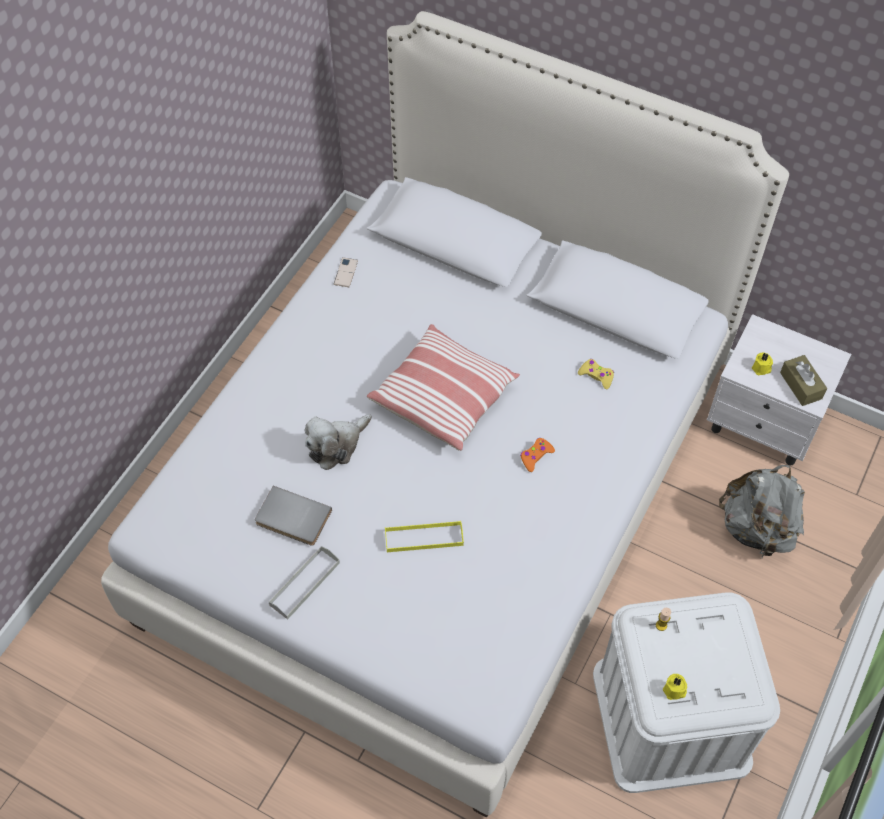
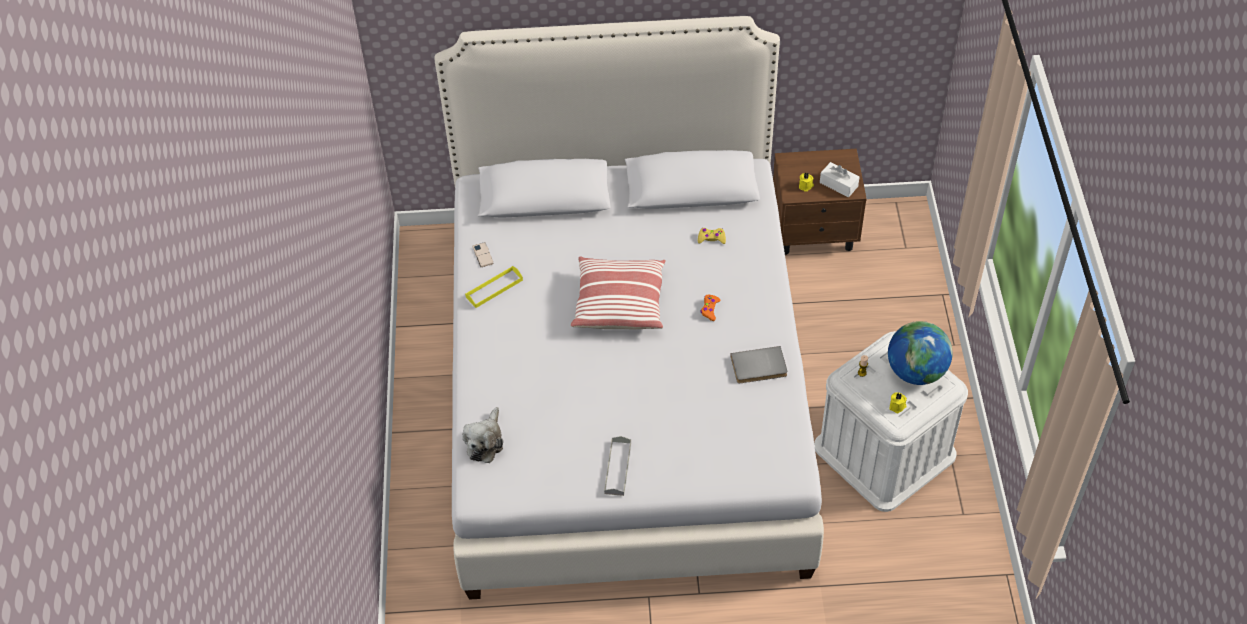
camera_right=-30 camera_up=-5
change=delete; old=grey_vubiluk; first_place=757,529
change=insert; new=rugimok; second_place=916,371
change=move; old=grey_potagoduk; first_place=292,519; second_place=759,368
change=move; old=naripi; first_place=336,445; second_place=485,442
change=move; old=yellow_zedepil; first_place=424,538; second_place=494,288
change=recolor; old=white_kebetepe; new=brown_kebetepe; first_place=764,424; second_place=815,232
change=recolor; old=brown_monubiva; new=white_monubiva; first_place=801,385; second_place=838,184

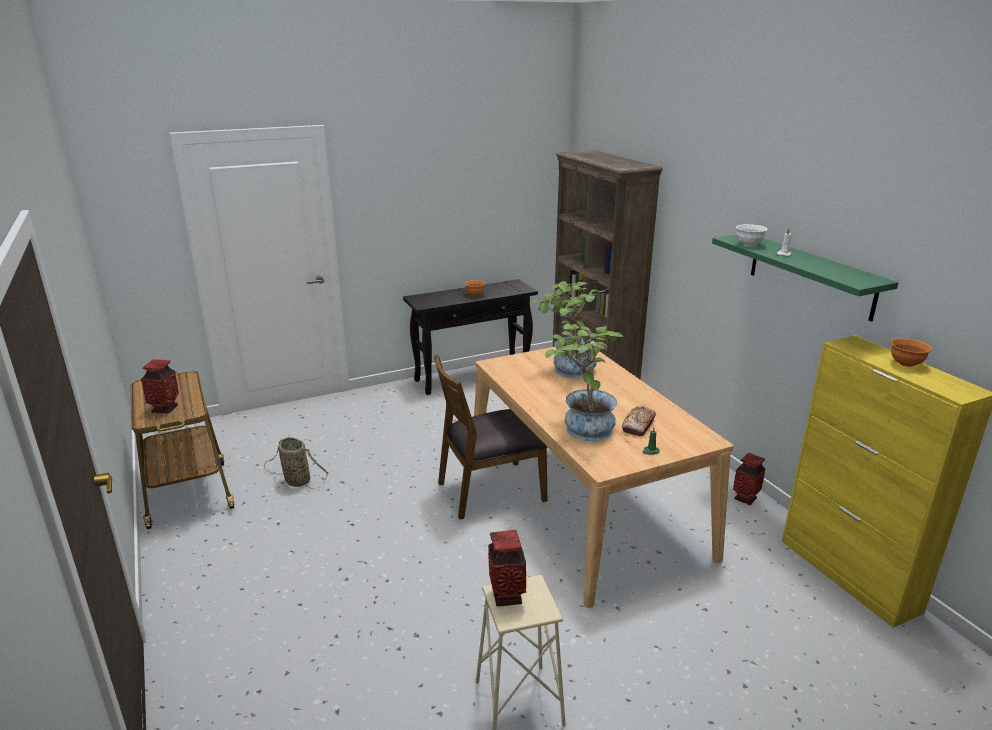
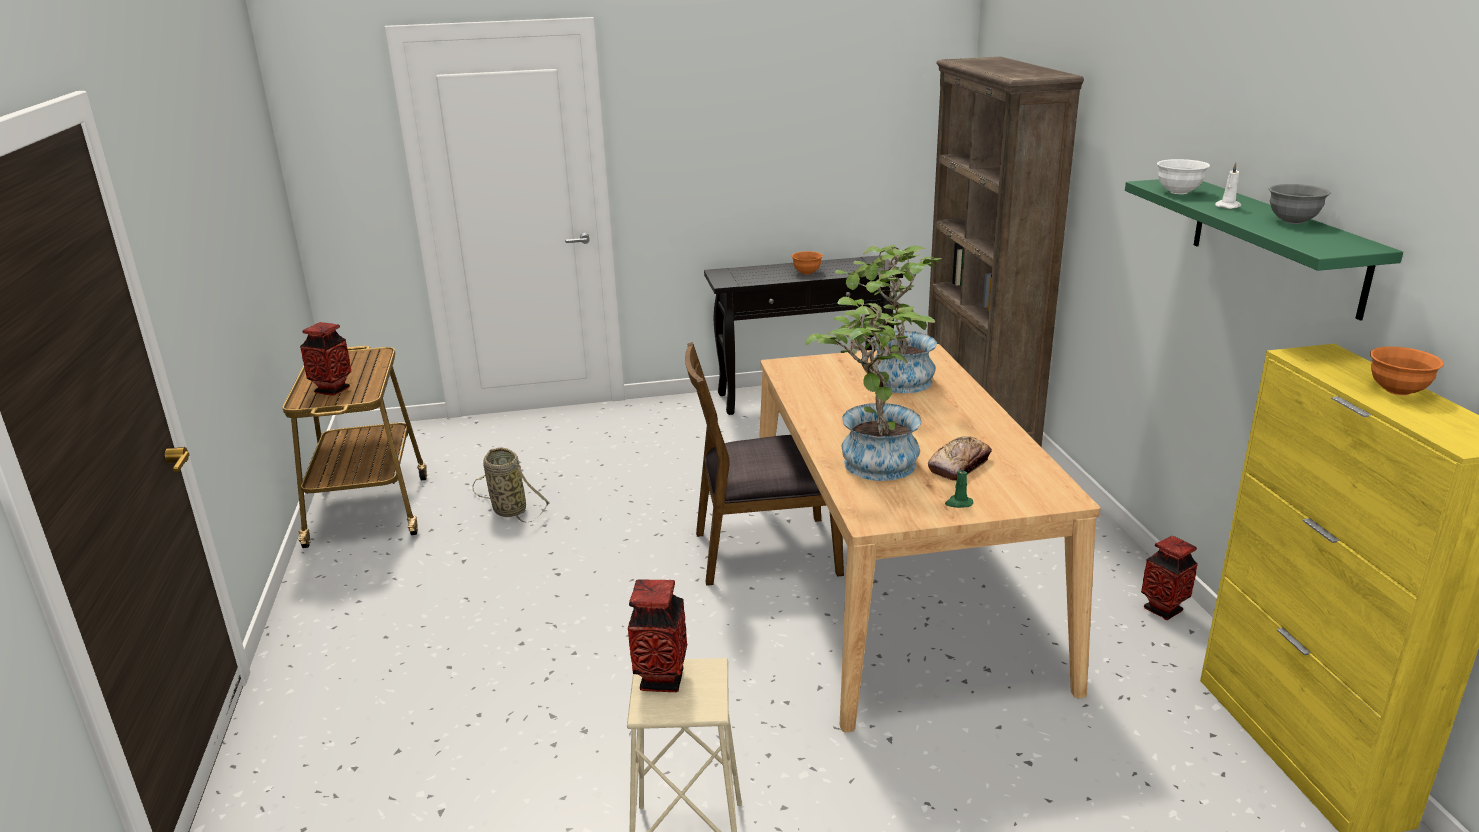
camera_right=15 camera_up=0
change=insert; new=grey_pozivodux; second_place=1293,221

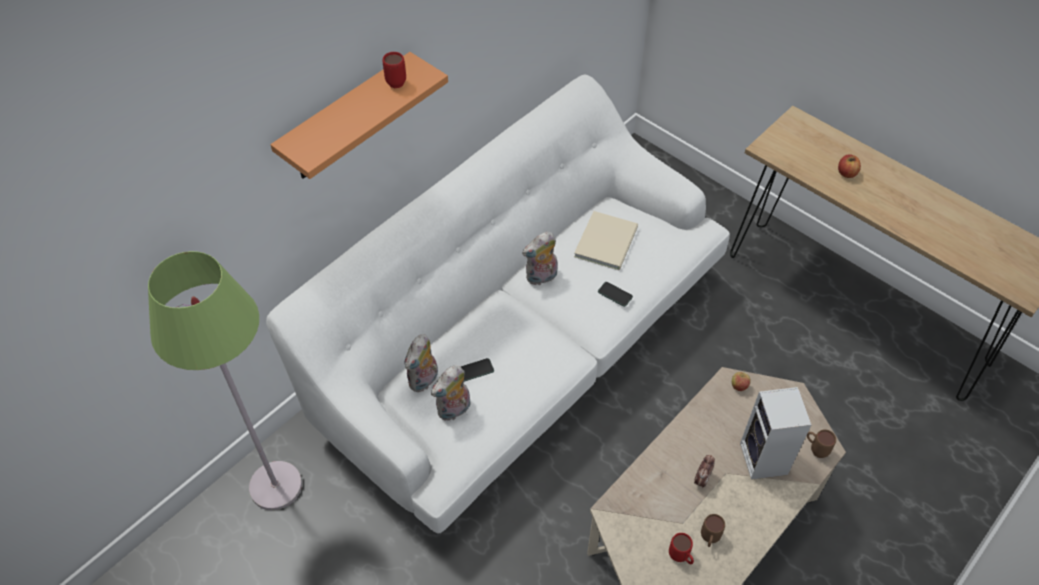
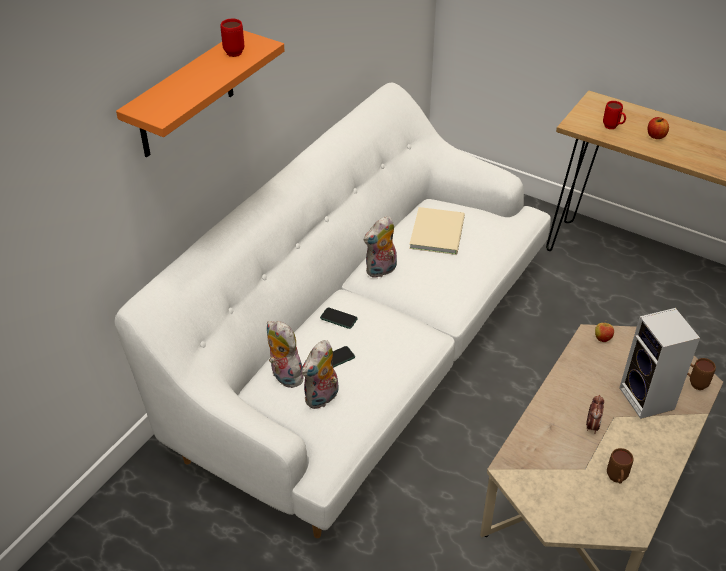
camera_right=-10 camera_up=-10
change=delete; old=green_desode; first_place=276,485
change=move; old=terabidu; first_place=615,294; second_place=338,318
change=move; old=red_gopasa; first_place=680,558; second_place=613,127
change=rotate; old=naripi; first_place=424,381; second_place=284,376; degrees=120

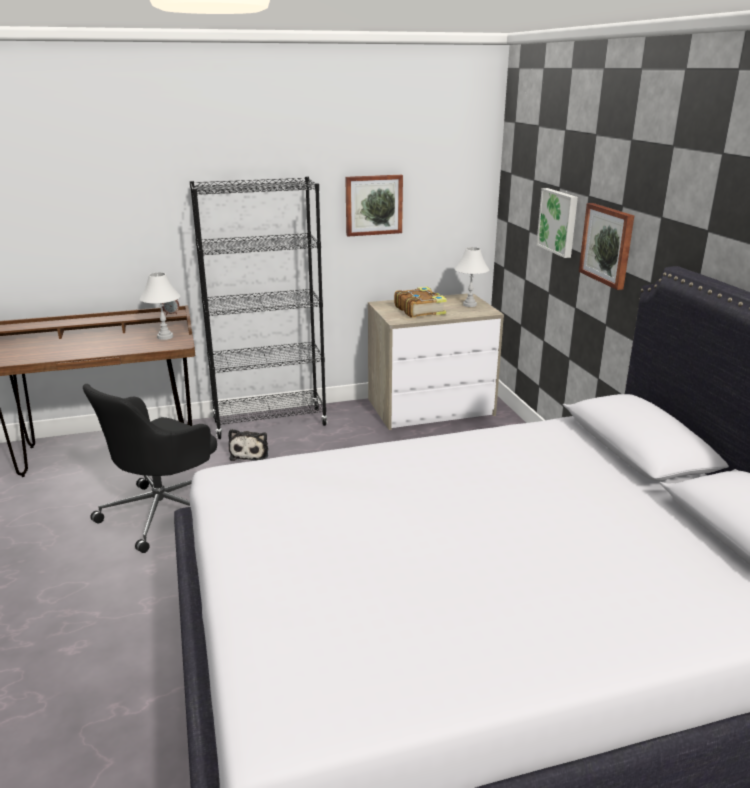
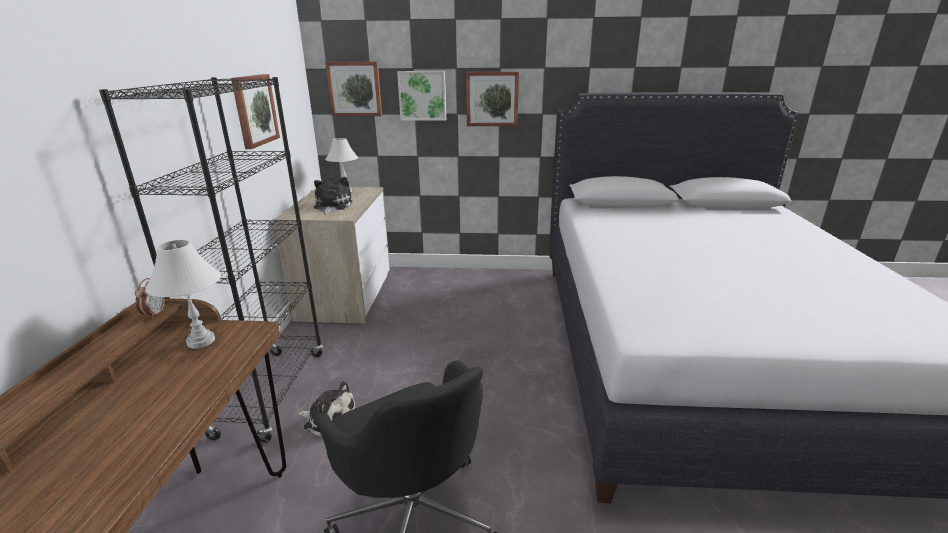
camera_right=-70 camera_up=0
change=insert; new=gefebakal; second_place=355,89
change=replace; old=potagoduk; new=naripi; first_place=420,310; second_place=332,206

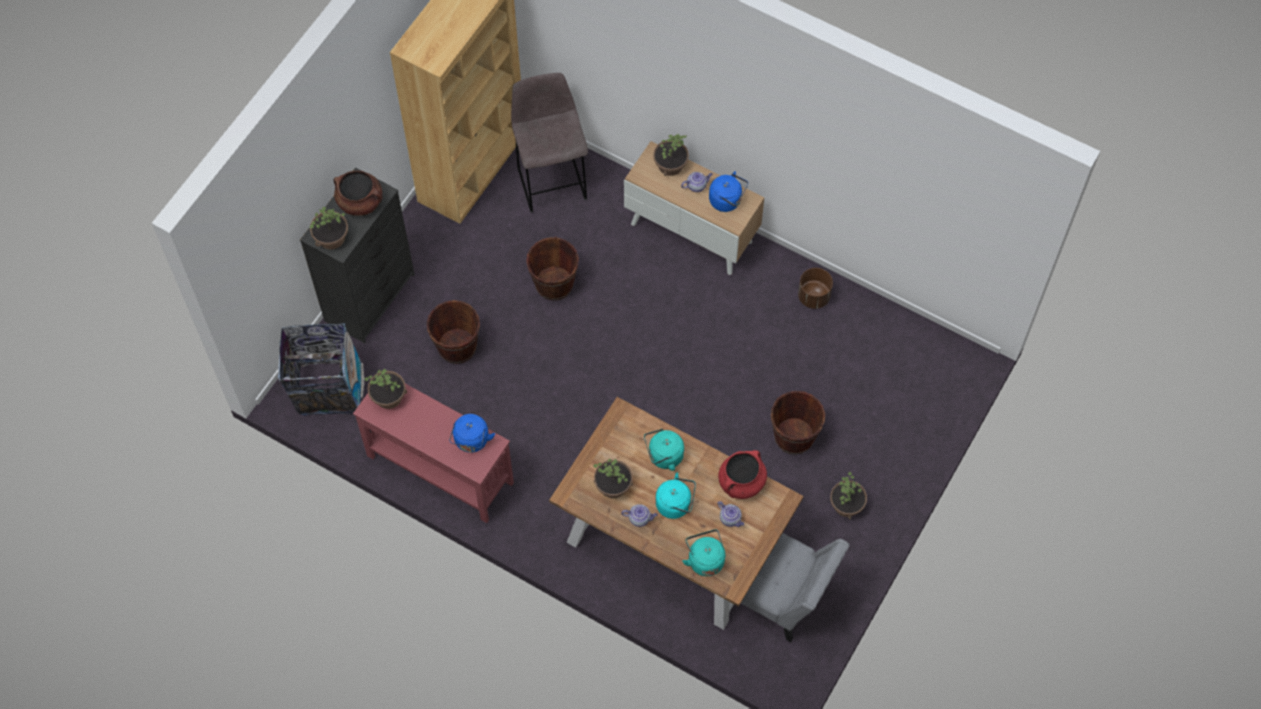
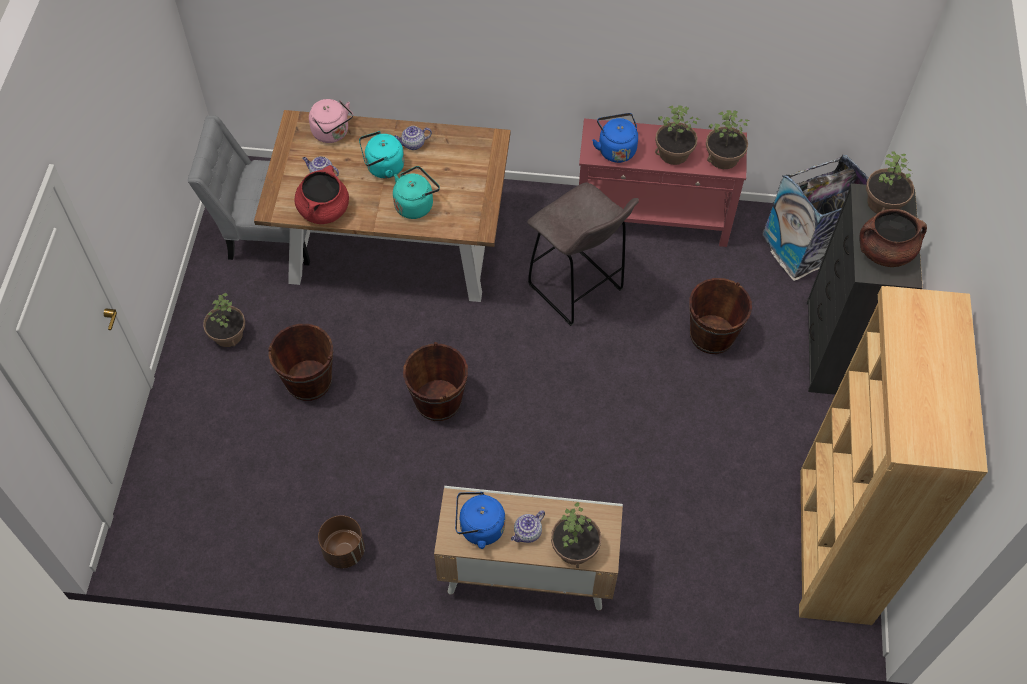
camera_right=155 camera_up=-5
change=move; old=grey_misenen; first_place=551,181; second_place=577,289
change=move; old=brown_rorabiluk; first_place=554,284; second_place=438,401
change=move; old=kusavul; first_place=613,485; second_place=673,153
change=recolor; old=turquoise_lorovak; new=pink_lorovak; first_place=705,559; second_place=332,133

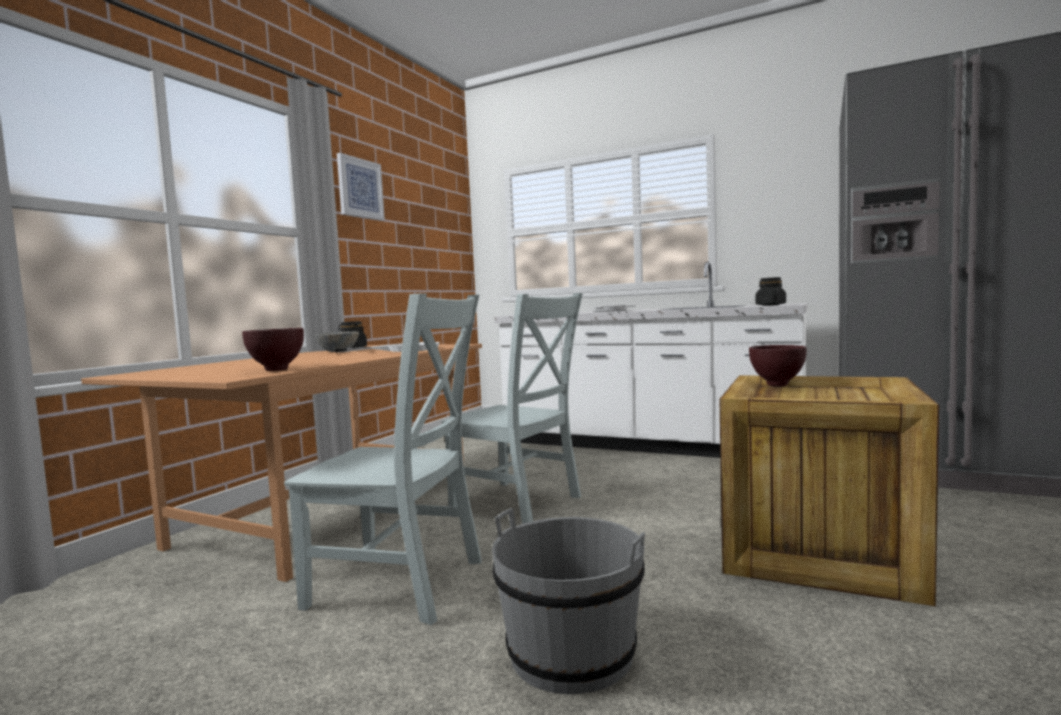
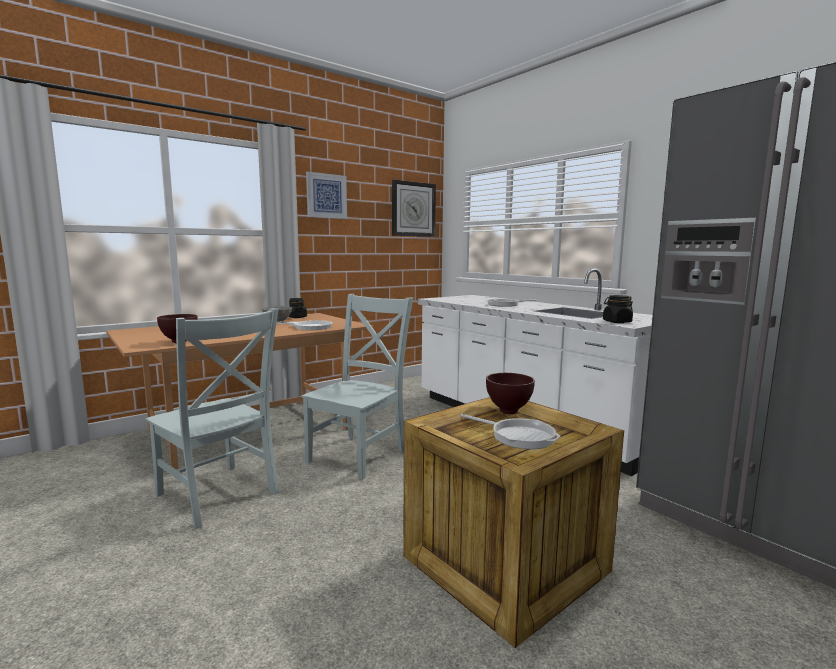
camera_right=25 camera_up=5
change=delete; old=grey_rorabiluk; first_place=571,654
change=insert; new=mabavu; second_place=413,209
change=insert; new=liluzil; second_place=518,436
change=rotate; old=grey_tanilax; first_place=520,504; second_place=360,454; degrees=-120

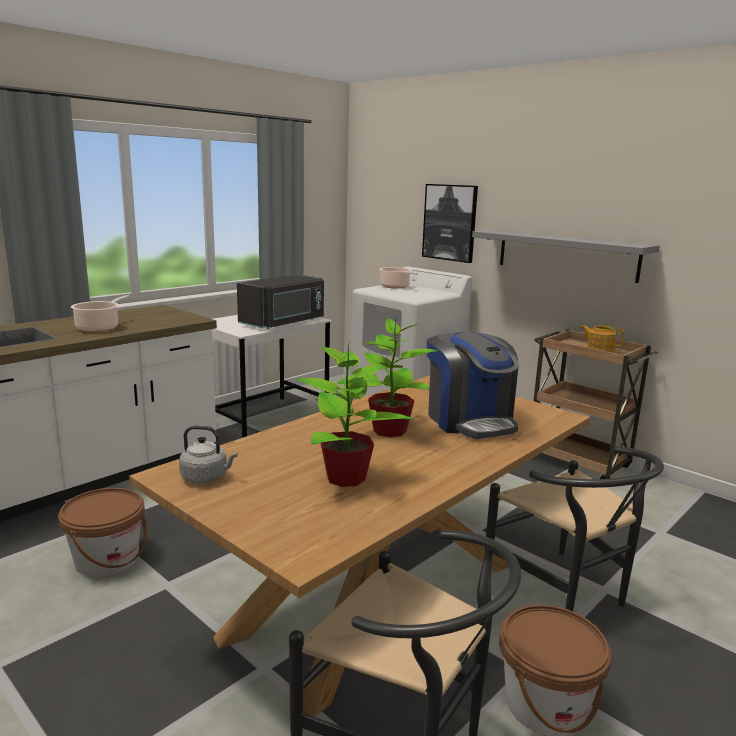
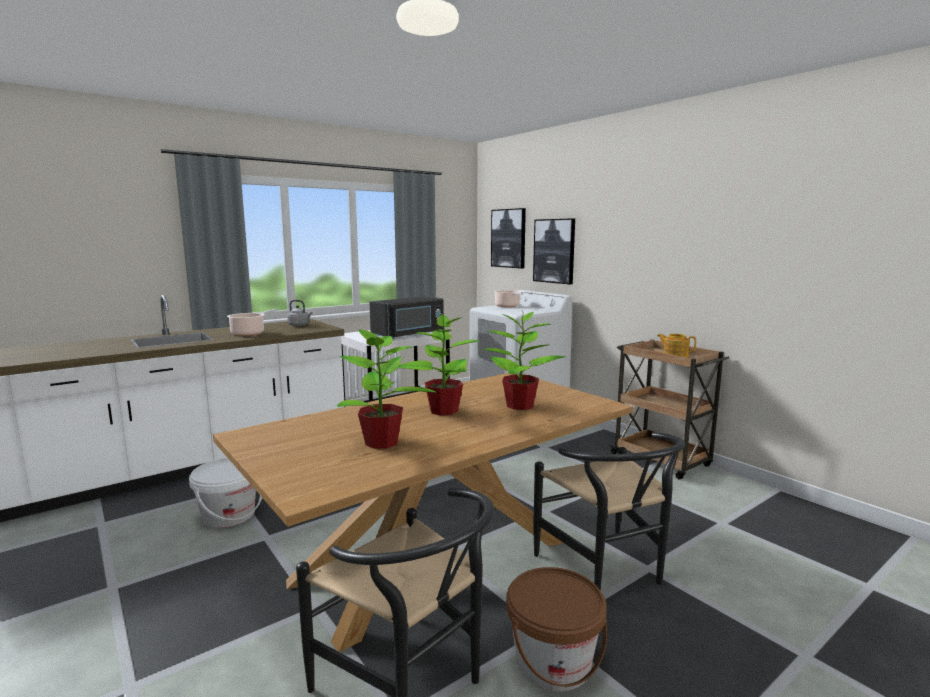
camera_right=10 camera_up=-5
change=delete; old=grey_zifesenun; first_place=566,255
change=insert; new=gefebakal; second_place=509,238
change=move; old=grey_lorovak; first_place=206,478; second_place=300,325
change=replace; old=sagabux; new=kusavul; first_place=469,420; second_place=519,405
change=recolor; old=brown_rorabiluk; new=white_rorabiluk; first_place=107,559; second_place=229,515

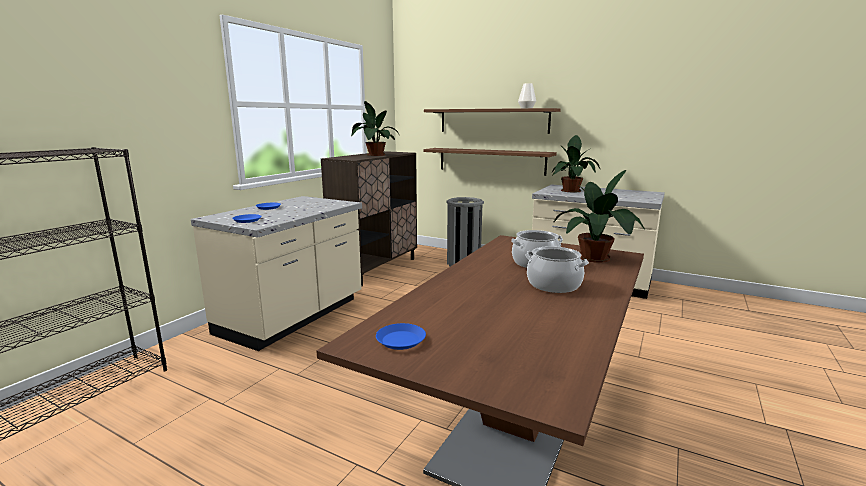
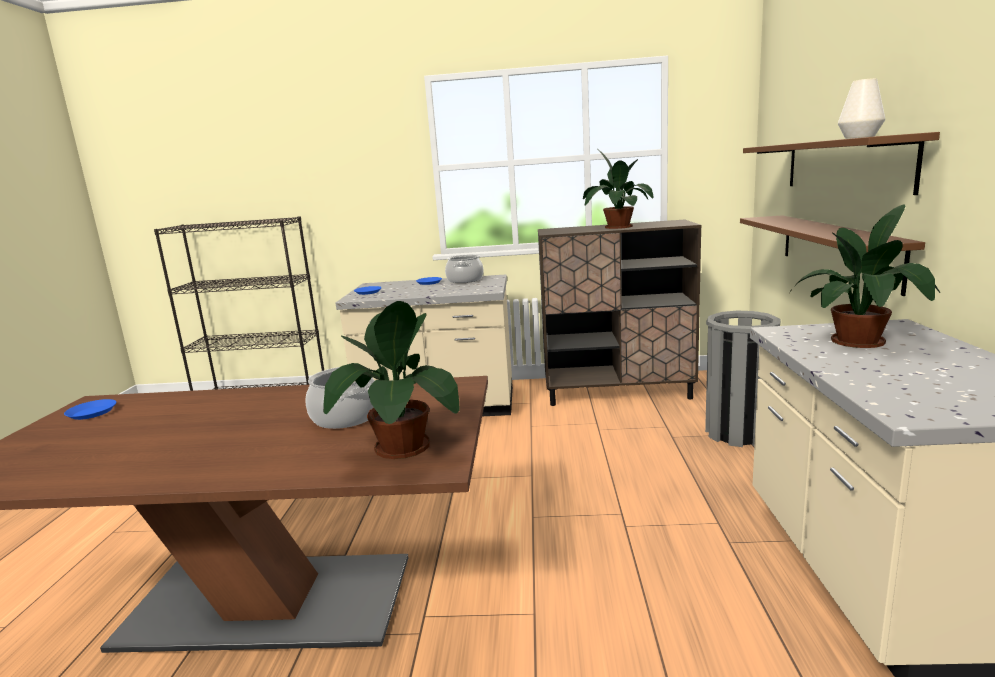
camera_right=65 camera_up=0
change=move; old=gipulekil; first_place=554,285; second_place=465,280

